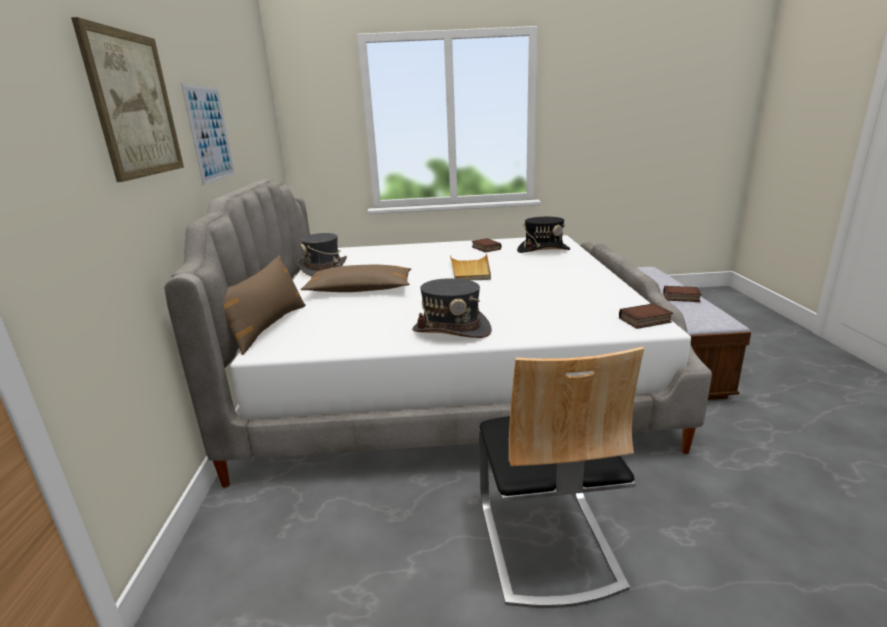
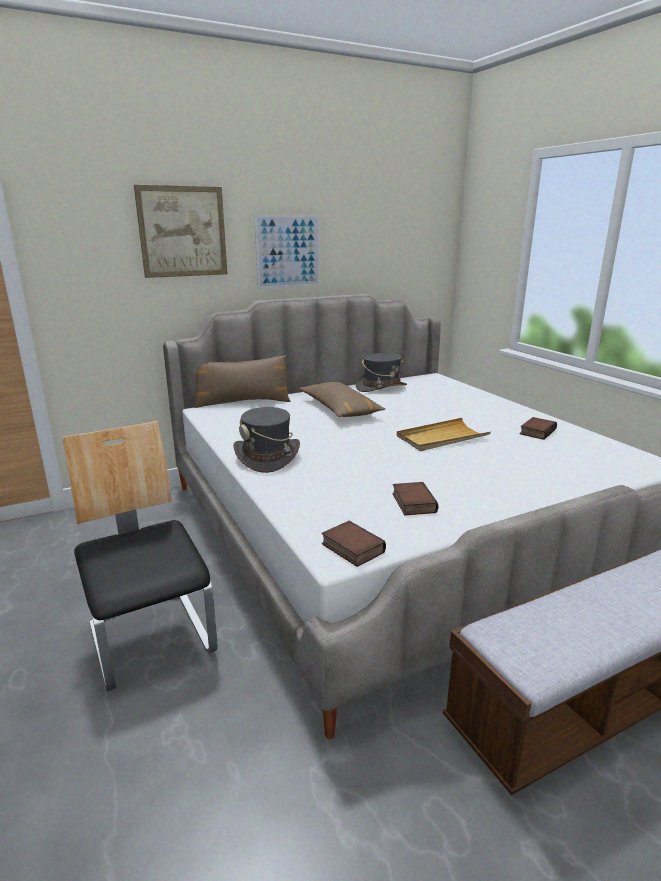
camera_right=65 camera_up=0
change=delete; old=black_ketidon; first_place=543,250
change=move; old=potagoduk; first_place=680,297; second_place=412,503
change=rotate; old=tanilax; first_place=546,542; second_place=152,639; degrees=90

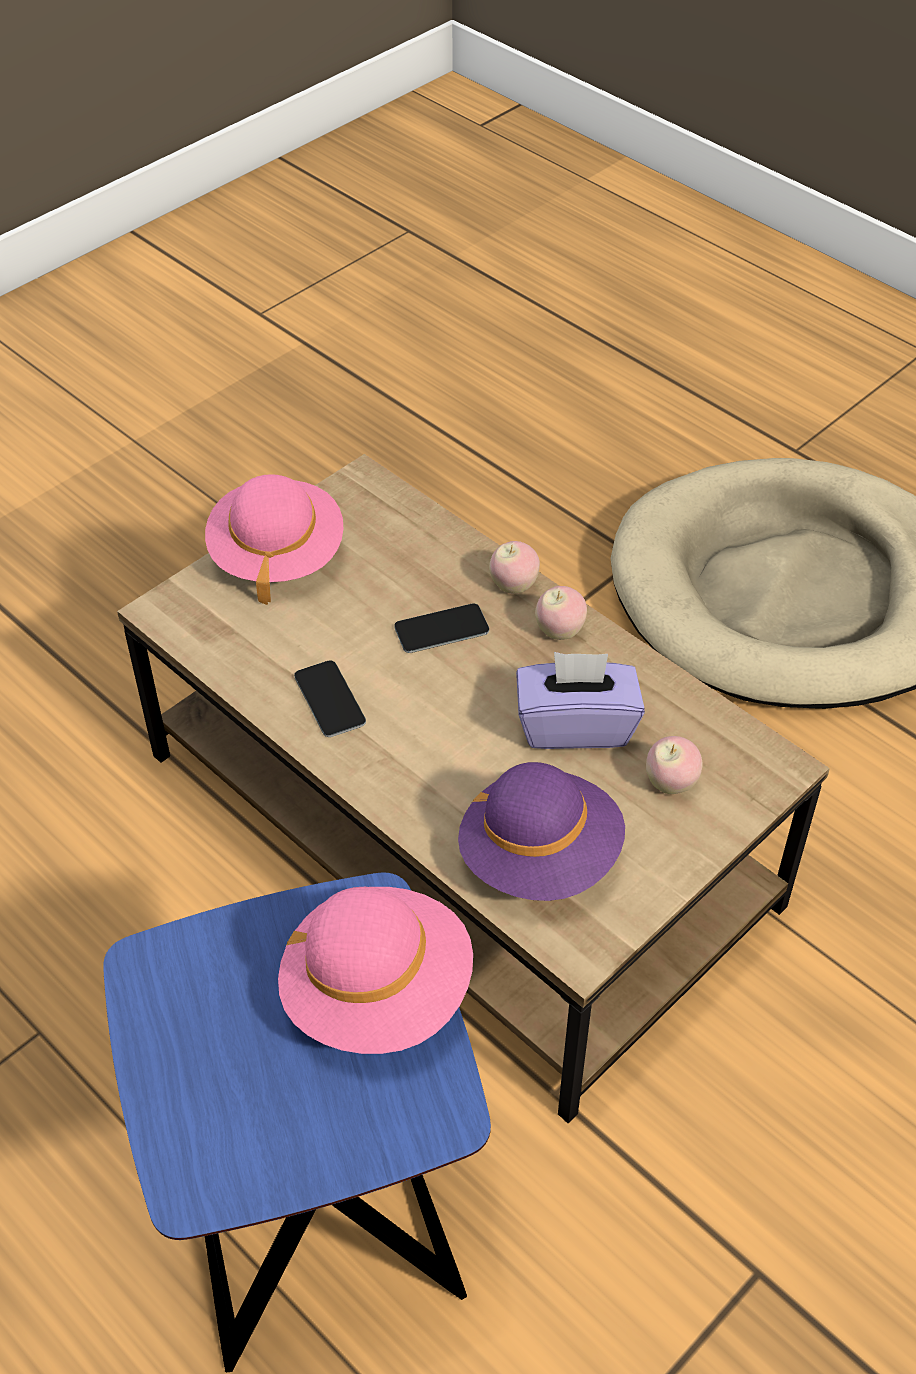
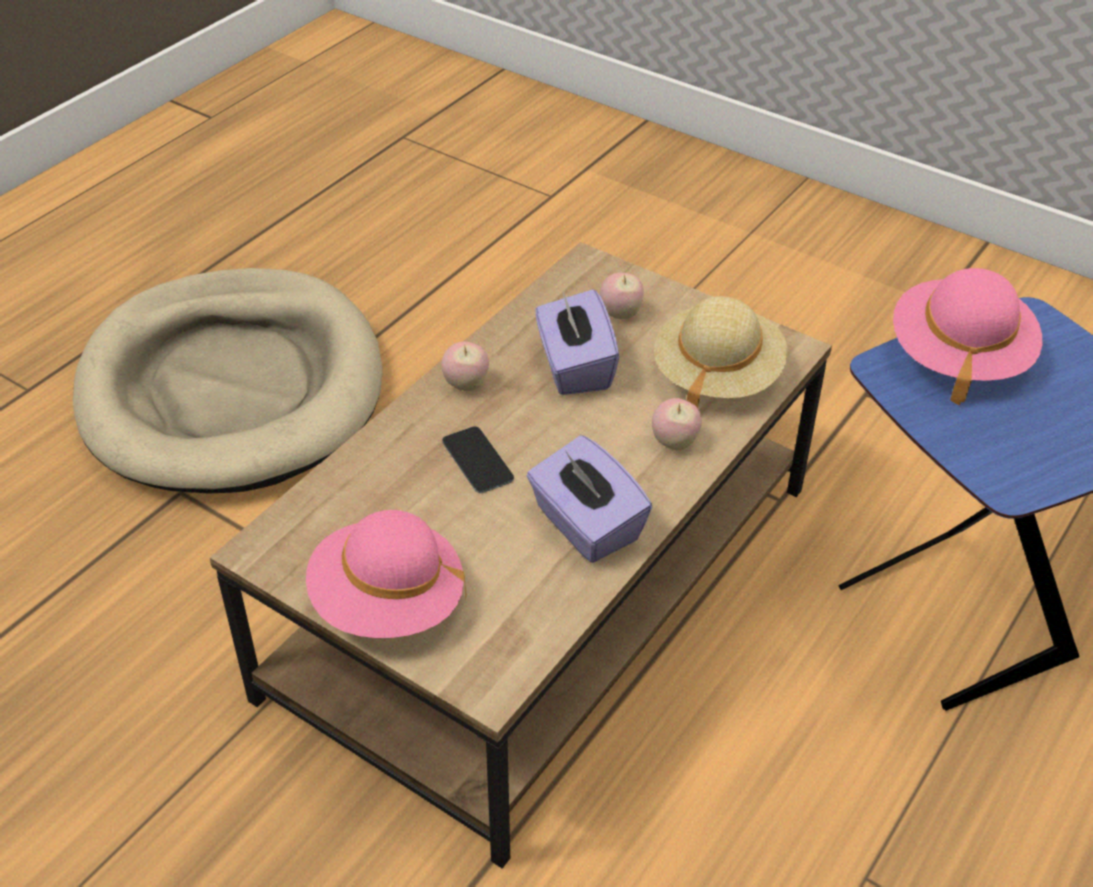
camera_right=-100 camera_up=-5
change=move; old=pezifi; first_place=513,586; second_place=674,443
change=replace; old=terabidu; new=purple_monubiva; first_place=329,699; second_place=586,525
change=recolor; old=purple_ketidon; new=beige_ketidon; first_place=540,857; second_place=717,375

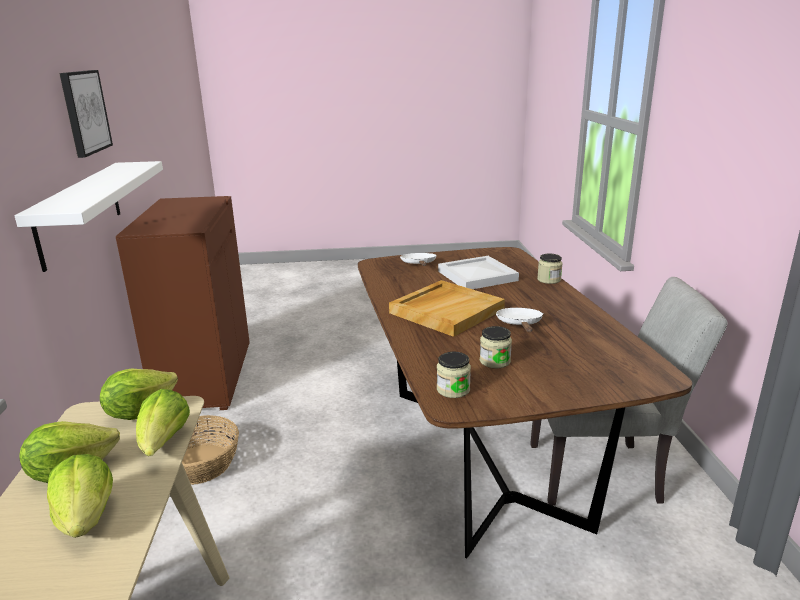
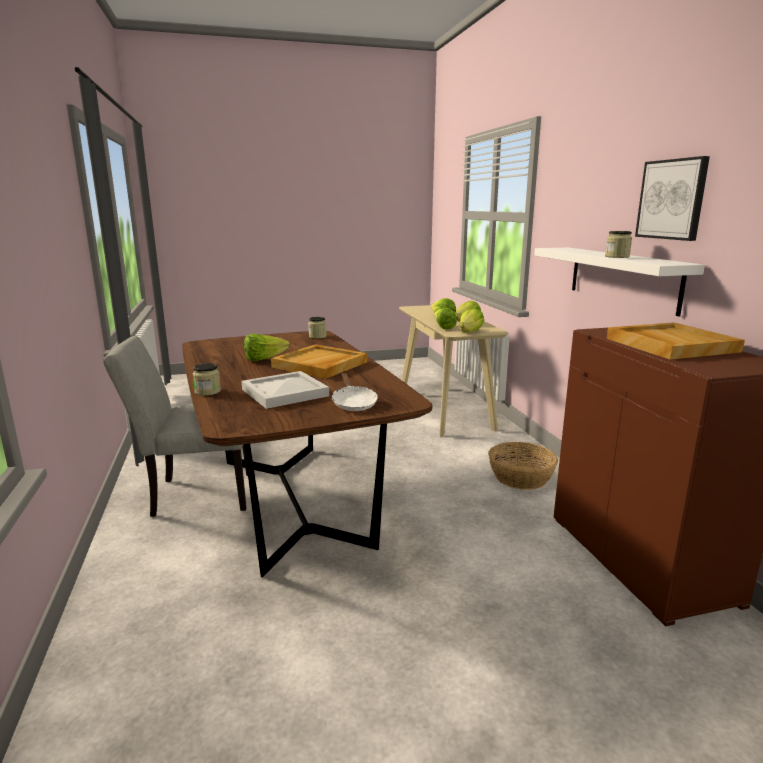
camera_right=170 camera_up=-5
change=insert; new=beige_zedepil; second_place=669,345
change=move; old=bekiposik; first_place=495,361; second_place=617,256
change=replace; old=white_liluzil; new=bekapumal; first_place=520,324; second_place=264,359

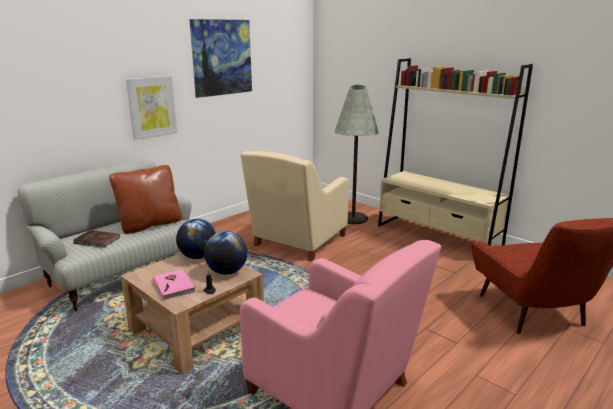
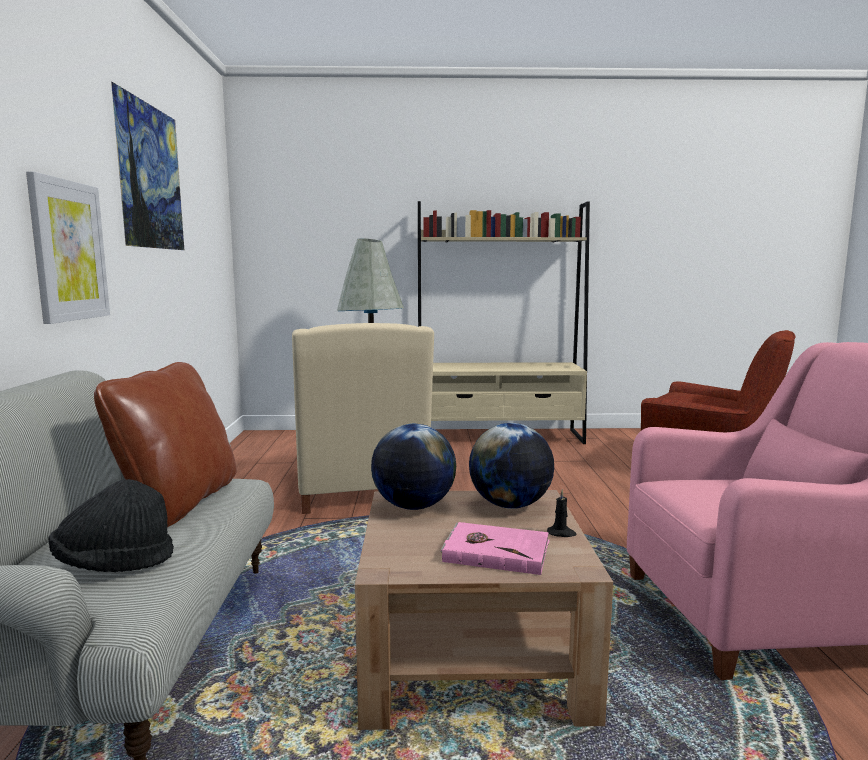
camera_right=-45 camera_up=-10
change=replace; old=brown_potagoduk; new=black_ketidon; first_place=97,241; second_place=115,564

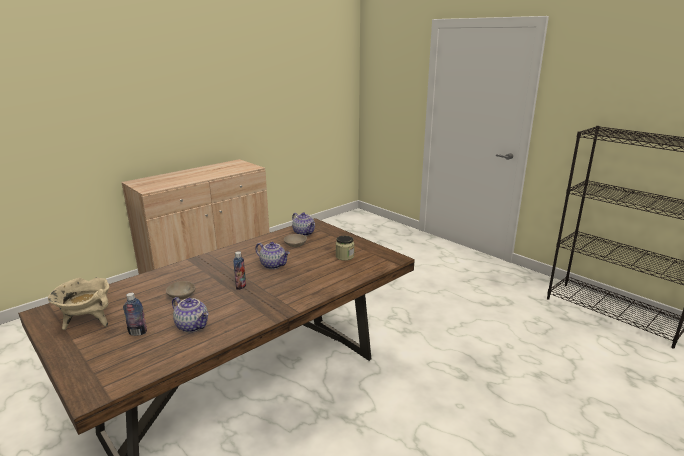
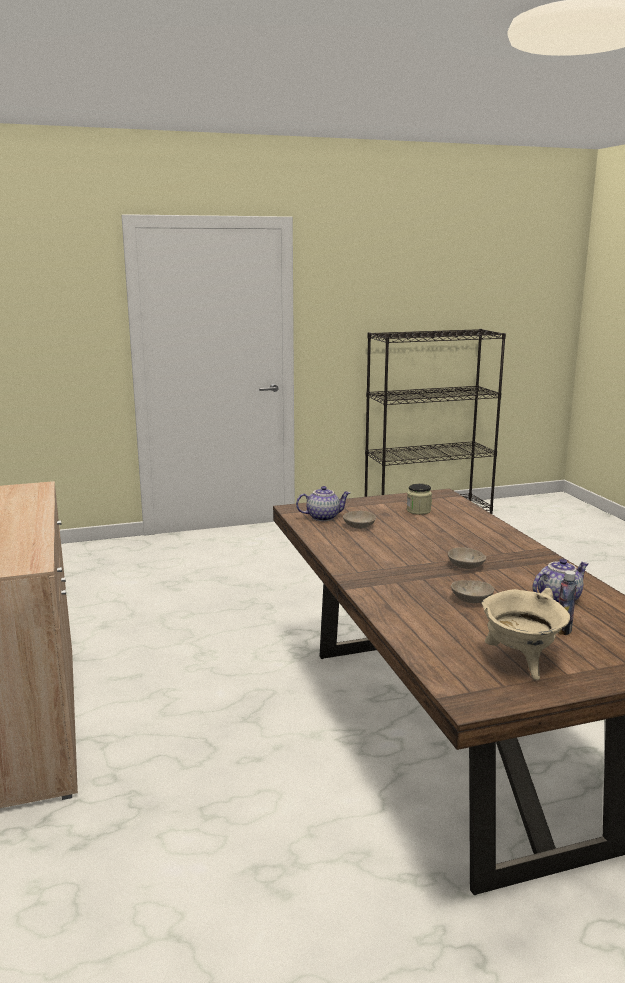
camera_right=-65 camera_up=-5
change=delete; old=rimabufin; first_place=273,265
change=replace; old=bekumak; new=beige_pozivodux; first_place=241,286; second_place=464,566

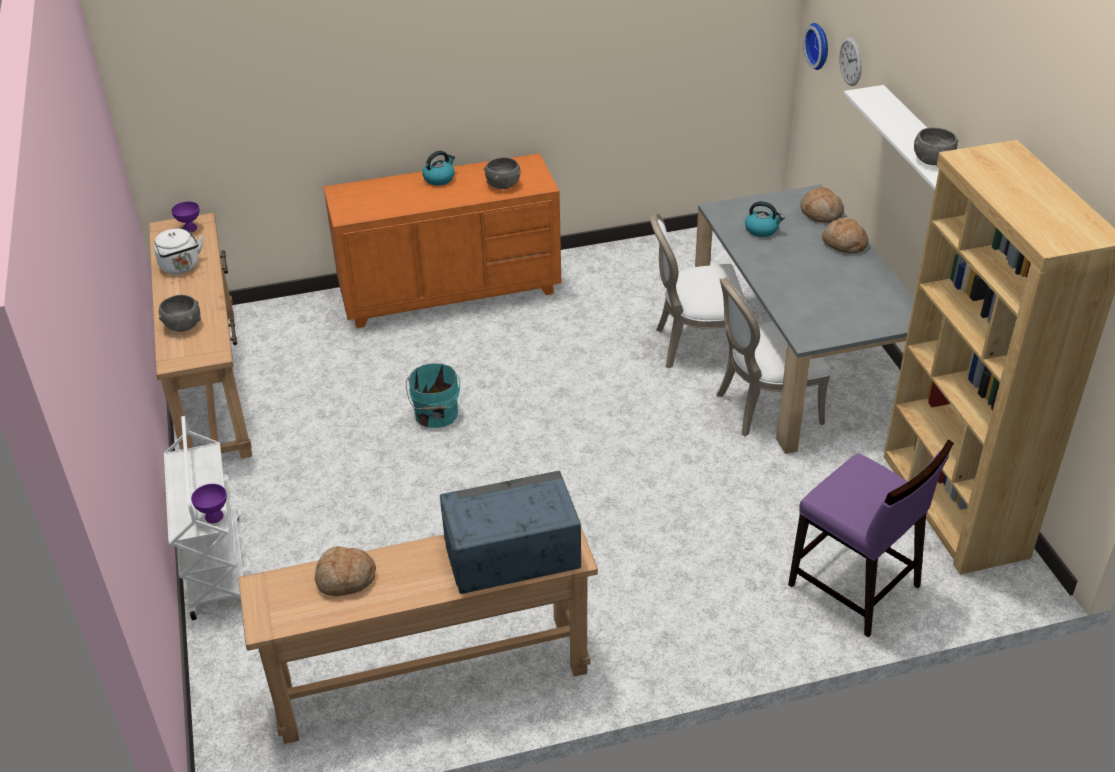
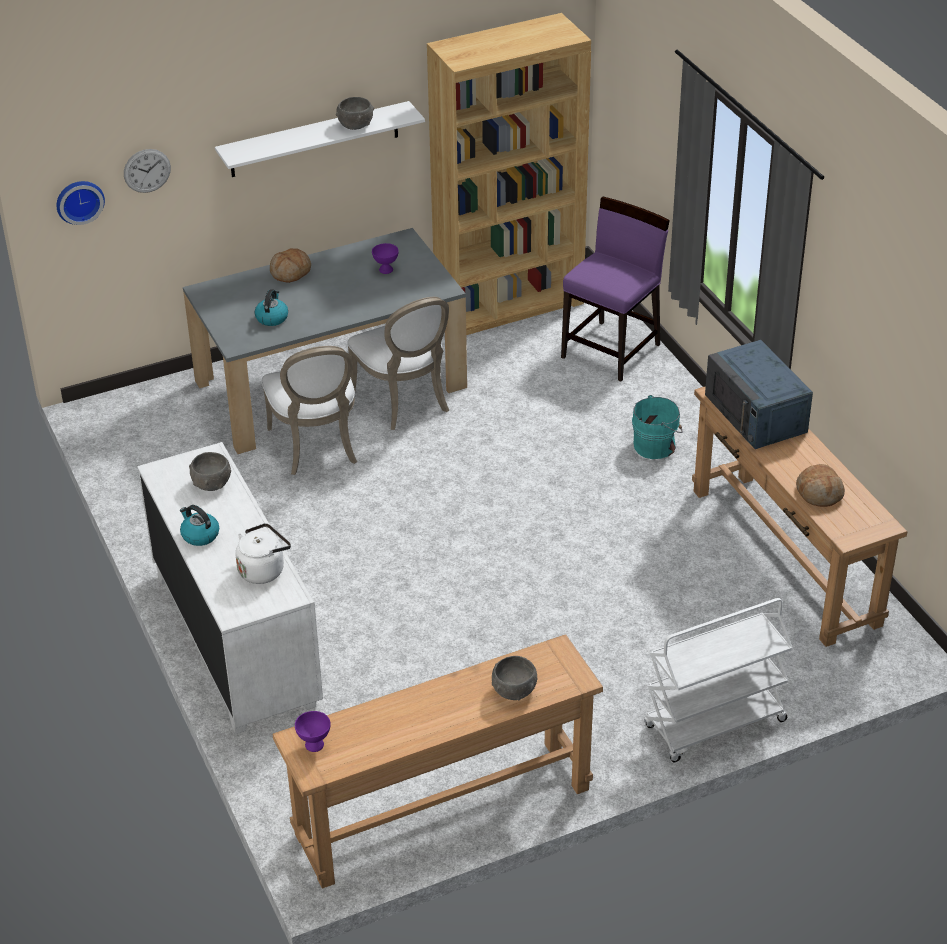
camera_right=-100 camera_up=0
change=delete; old=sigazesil; first_place=821,213
change=move; old=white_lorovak; first_place=181,267; second_place=263,570
change=move; old=purple_pozivodux; first_place=214,516; second_place=385,270
change=move; old=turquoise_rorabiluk; first_place=436,415; second_place=656,445
change=recolor; old=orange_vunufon; new=white_vunufon; first_place=449,292; second_place=235,639

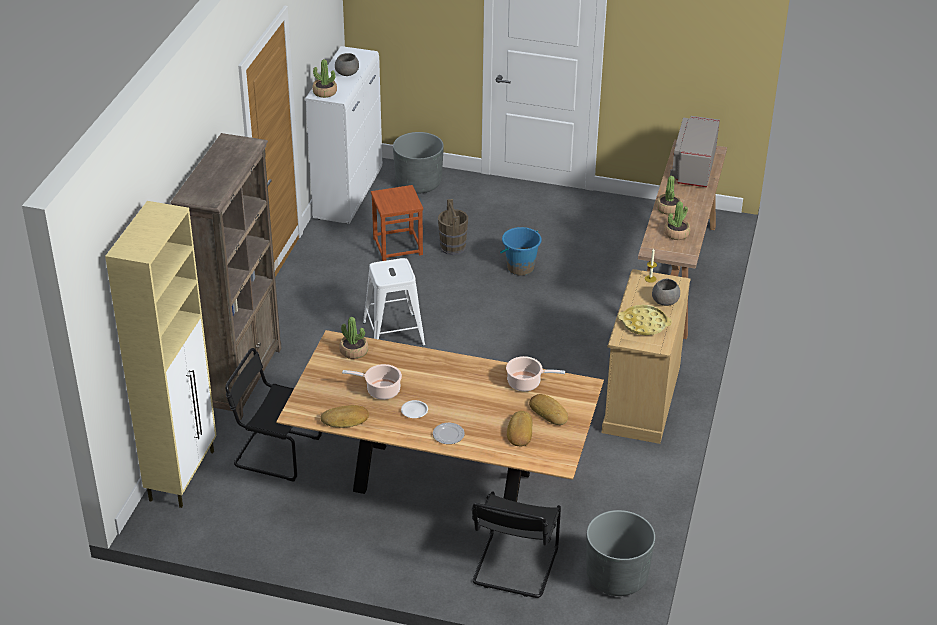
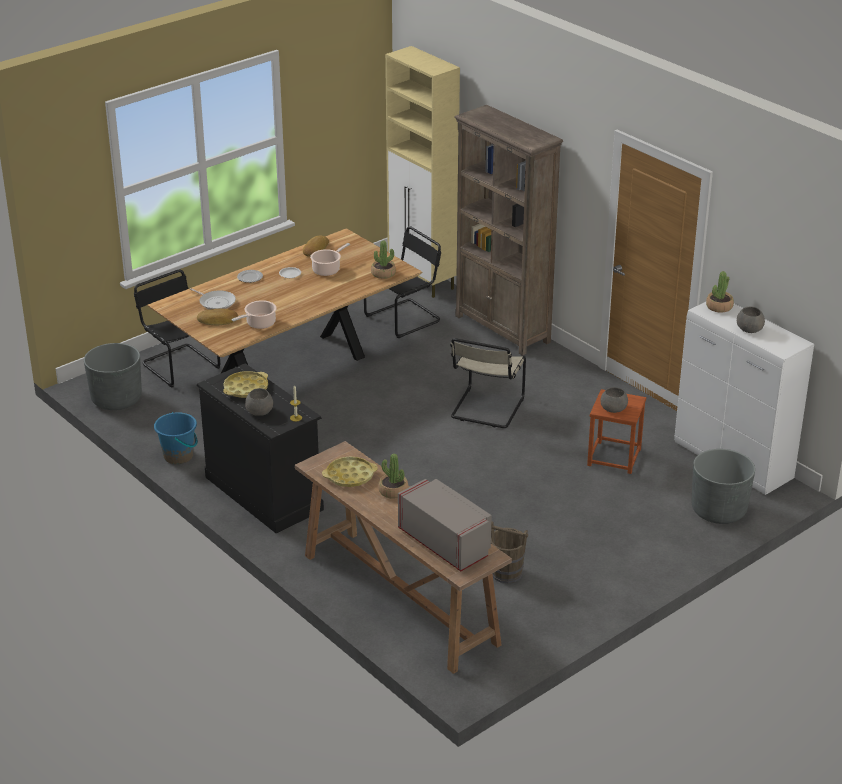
camera_right=125 camera_up=-5
change=insert; new=grey_pozivodux; second_place=614,408
change=move; old=brown_rorabiluk; first_place=453,247; second_place=506,573
change=move; old=blue_rorabiluk; first_place=520,267; second_place=178,456
change=replace; old=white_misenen; new=beige_tanilax; first_place=393,333; second_place=486,409
change=replace; old=sigazesil; new=liluzil; first_place=519,432; second_place=216,302
change=replace; old=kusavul; new=yellow_zedepil; first_place=676,234; second_place=350,476
change=recolor; old=beige_vunufon; new=black_vunufon; first_place=641,399; second_place=264,493

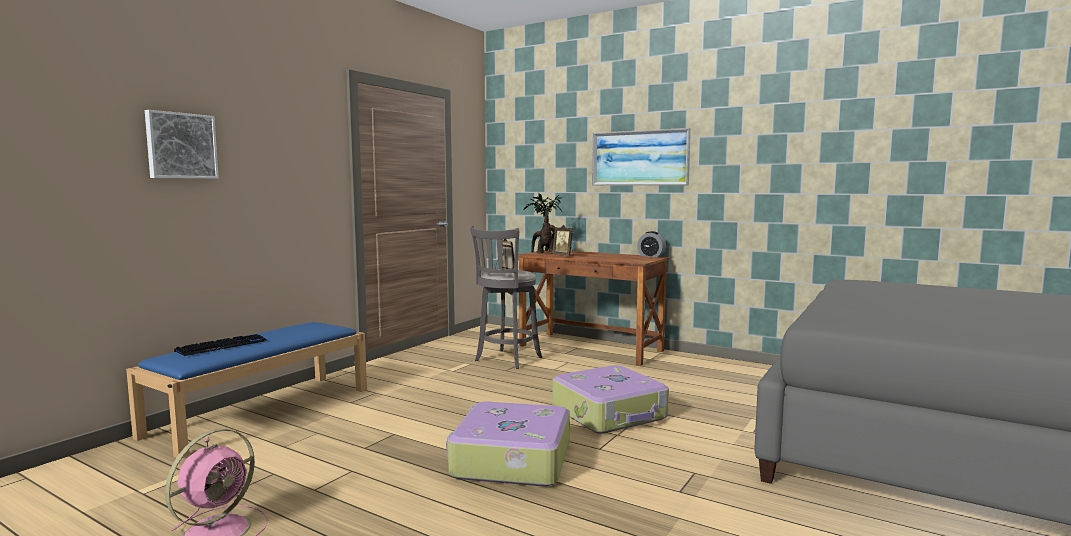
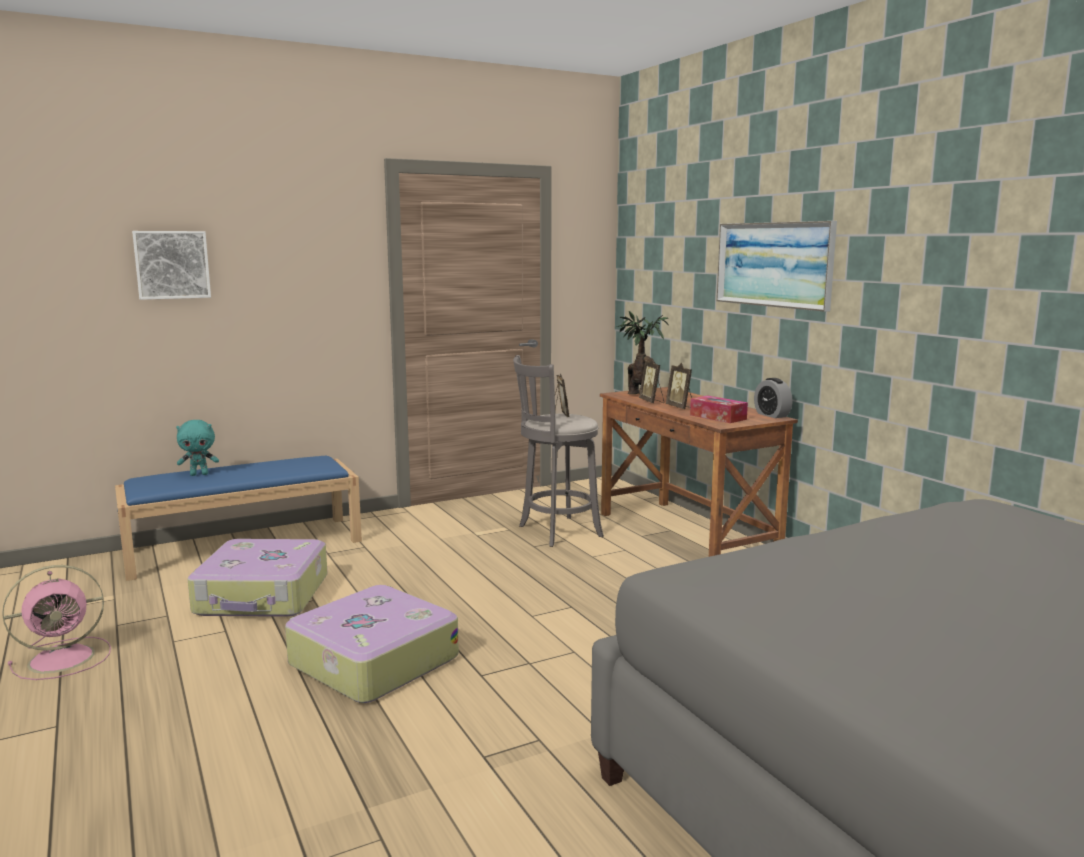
camera_right=30 camera_up=5
change=insert; new=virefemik; second_place=680,407
change=insert; new=monubiva; second_place=718,417
change=move; old=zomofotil; first_place=610,413; second_place=263,595
change=replace; old=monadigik; new=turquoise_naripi; first_place=222,346; second_place=199,474

